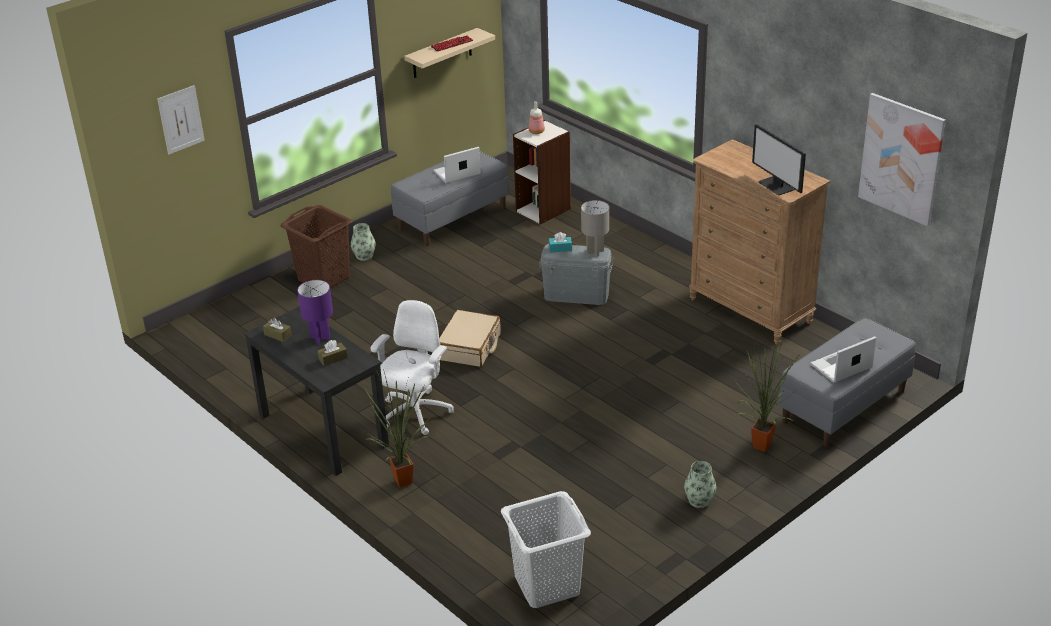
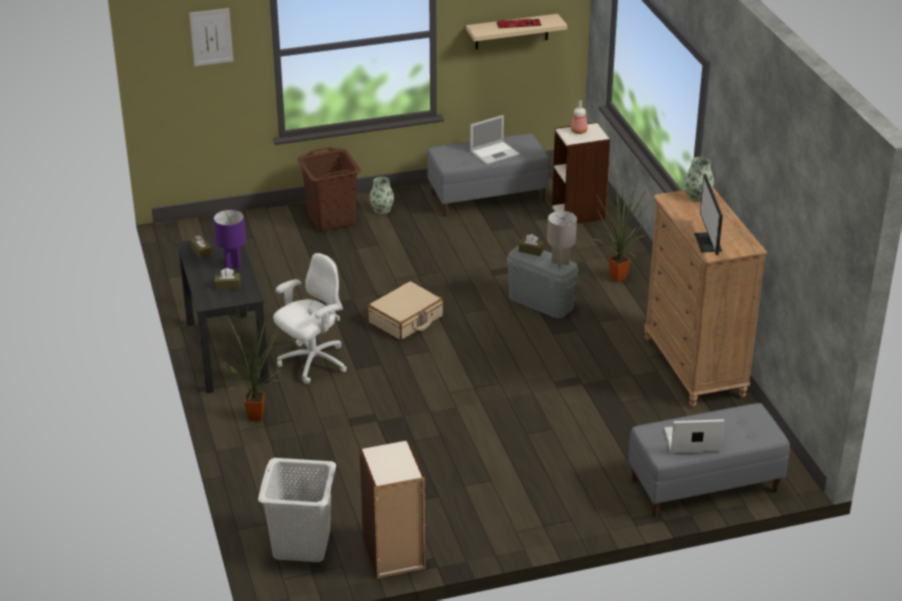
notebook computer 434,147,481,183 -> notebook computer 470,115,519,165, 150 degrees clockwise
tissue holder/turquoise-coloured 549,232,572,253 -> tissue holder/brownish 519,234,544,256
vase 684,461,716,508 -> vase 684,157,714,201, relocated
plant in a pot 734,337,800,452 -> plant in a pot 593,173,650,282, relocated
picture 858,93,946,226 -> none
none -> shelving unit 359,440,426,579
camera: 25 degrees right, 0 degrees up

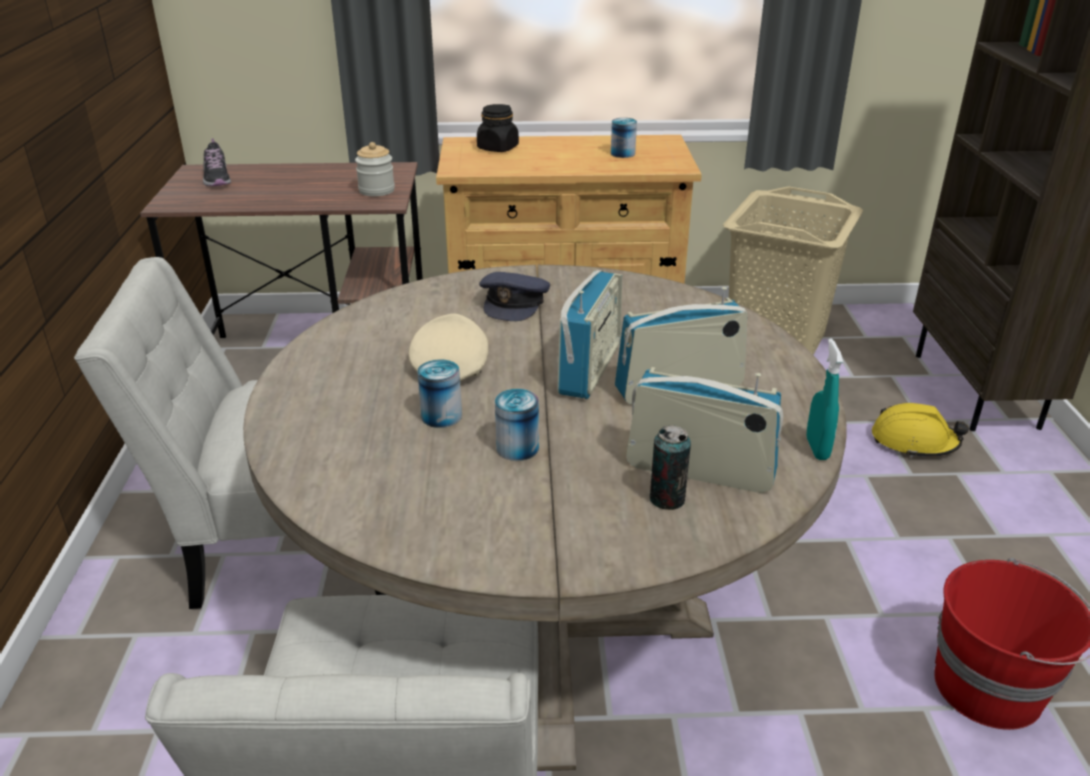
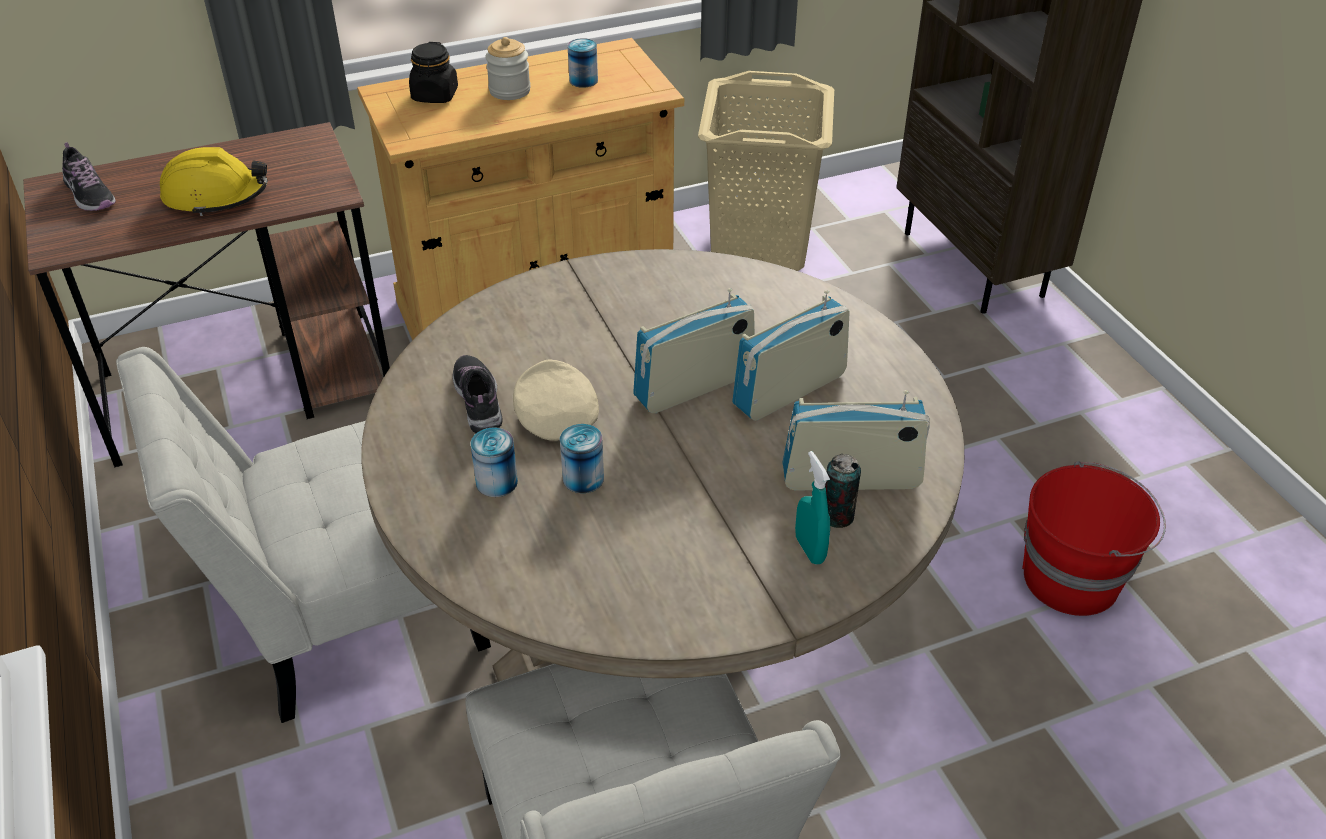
jar 355,142,395,196 -> jar 485,37,531,100, relocated
baseball cap/greyish 479,272,550,321 -> none
sealed can 495,389,539,461 -> sealed can 471,427,518,497, relocated
radio set 557,270,622,399 -> radio set 633,288,755,413, 120 degrees counterclockwise
sprayer/turquoise-coloured 806,338,843,460 -> sprayer/turquoise-coloured 795,451,830,564, relocated
safety helmet/yellowish 872,403,969,458 -> safety helmet/yellowish 160,147,268,216, relocated
none -> low shoe 453,355,502,433
camera: 20 degrees left, 10 degrees up

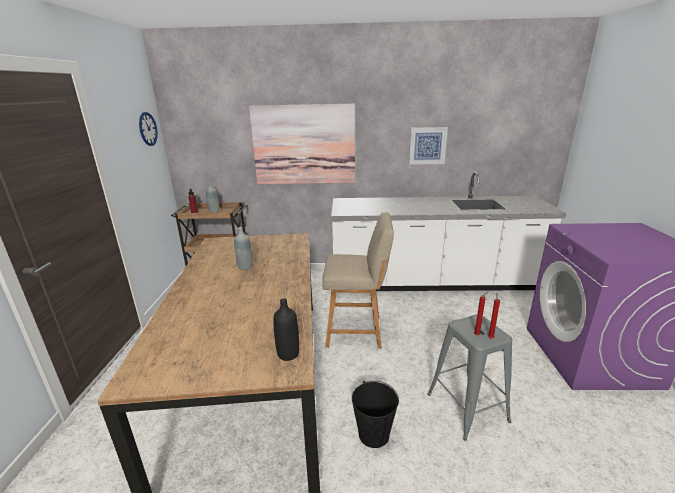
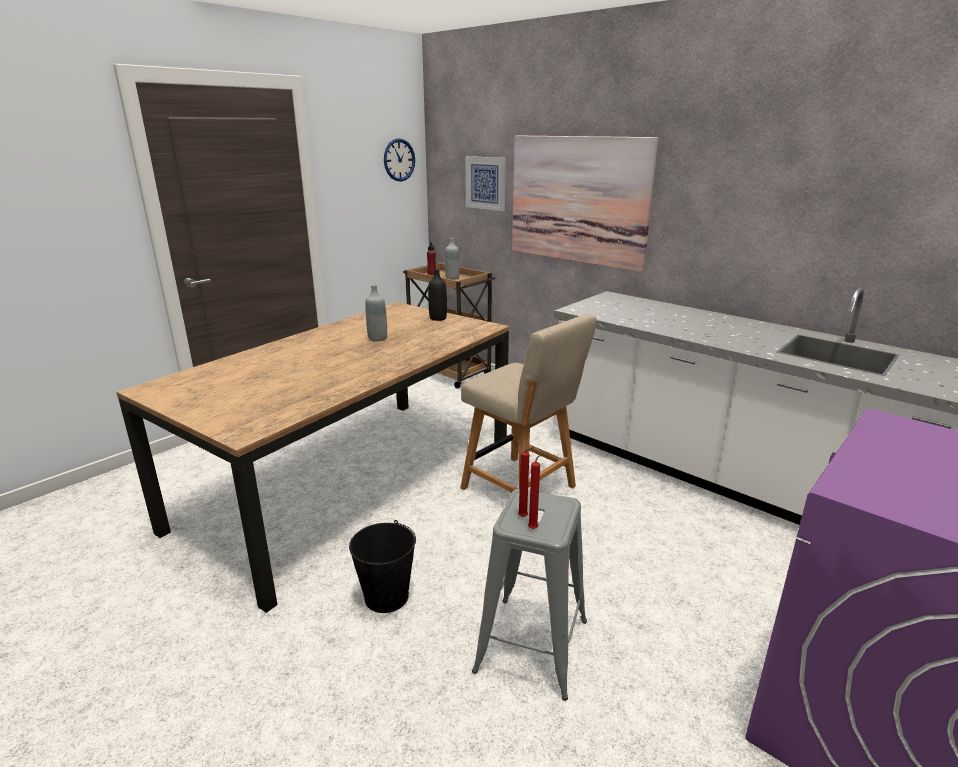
drink bottle/black-coloured 273,298,299,361 -> drink bottle/black-coloured 428,269,447,321, relocated
picture 409,127,448,165 -> picture 465,156,506,211, relocated
camera: 40 degrees right, 0 degrees up

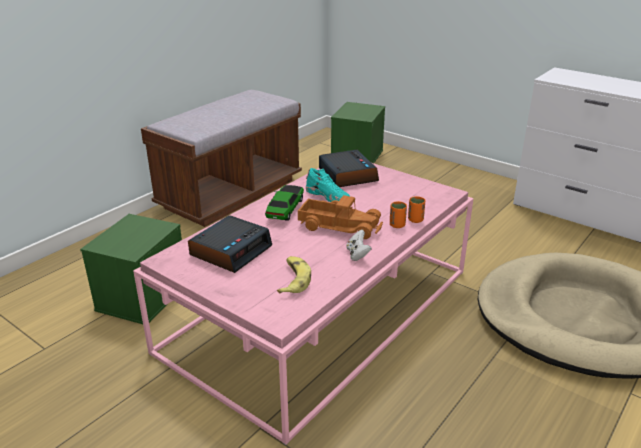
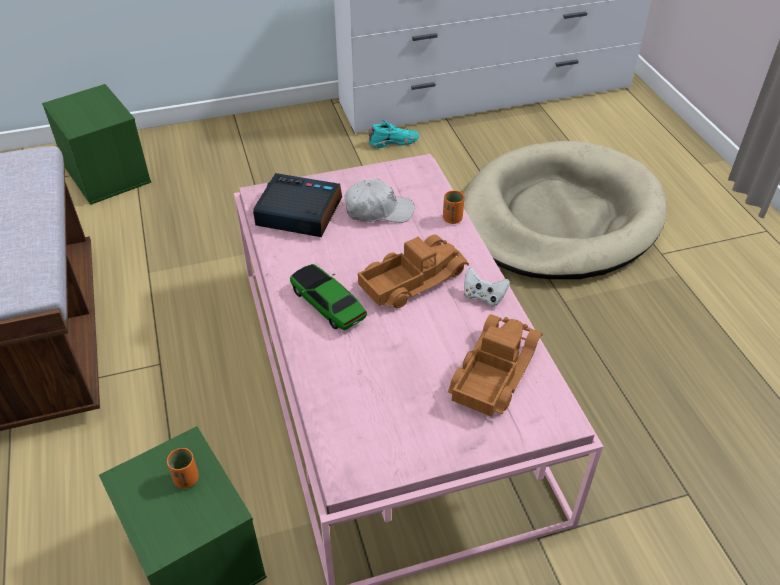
bedside clock 188,215,272,273 -> none
banana fruit 277,256,311,293 -> toy lorry 448,314,543,417
low shoe/turquoise-coloured 306,168,350,202 -> low shoe/turquoise-coloured 369,120,419,149, relocated
cup/orangey 390,201,407,228 -> cup/orangey 167,448,199,488, relocated
none -> baseball cap/white-coloured 344,178,414,223
camera: 55 degrees left, 15 degrees up

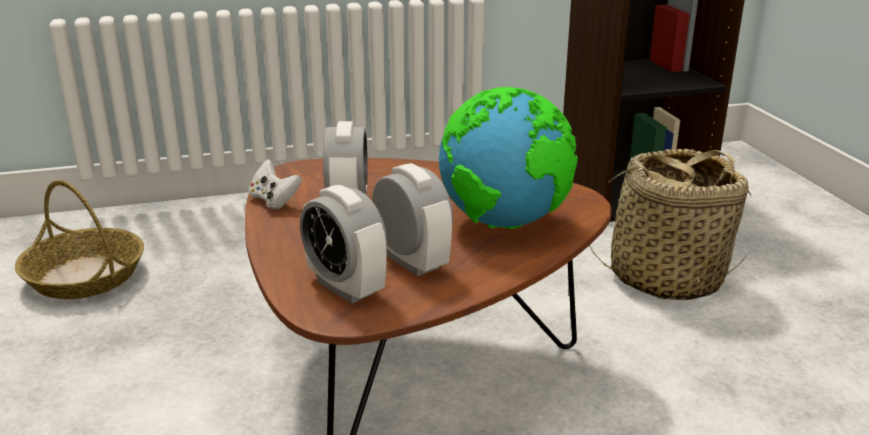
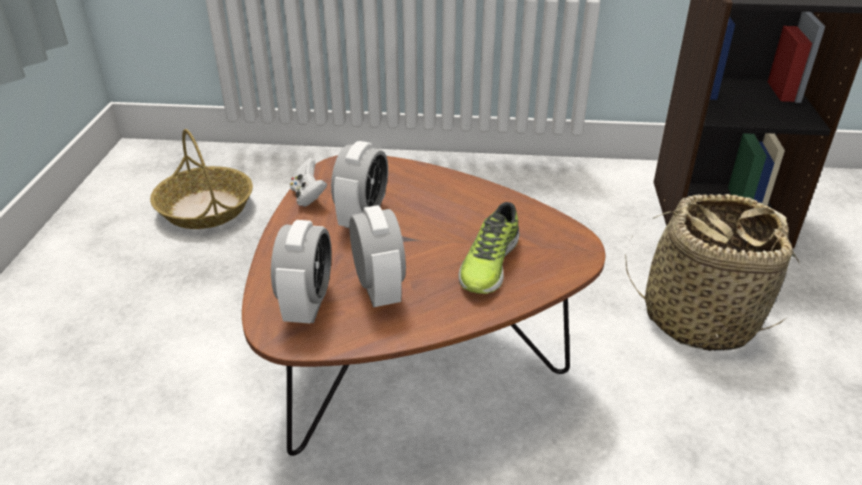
bedside clock 300,185,387,303 -> bedside clock 271,220,331,323, 150 degrees counterclockwise
desk globe 439,87,578,229 -> low shoe 459,202,520,294
camera: 20 degrees right, 10 degrees up

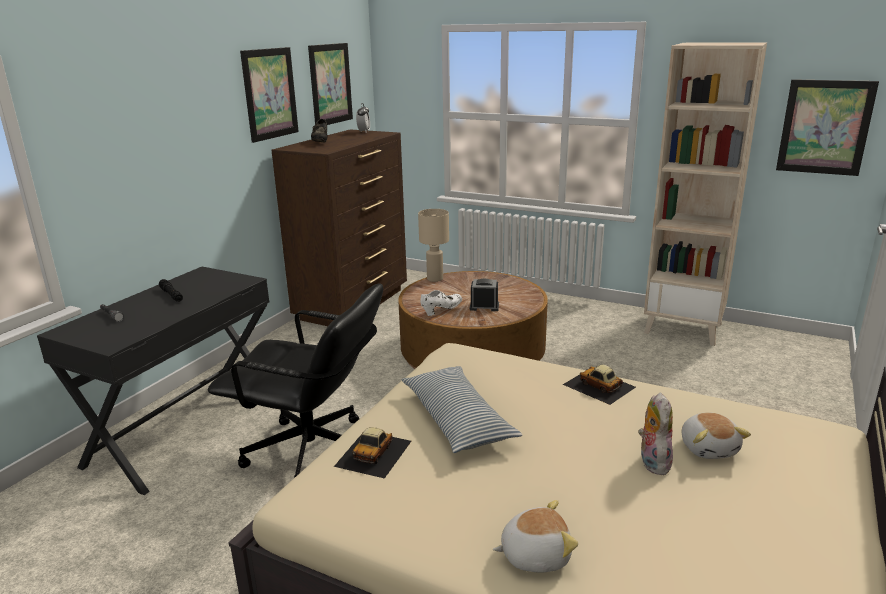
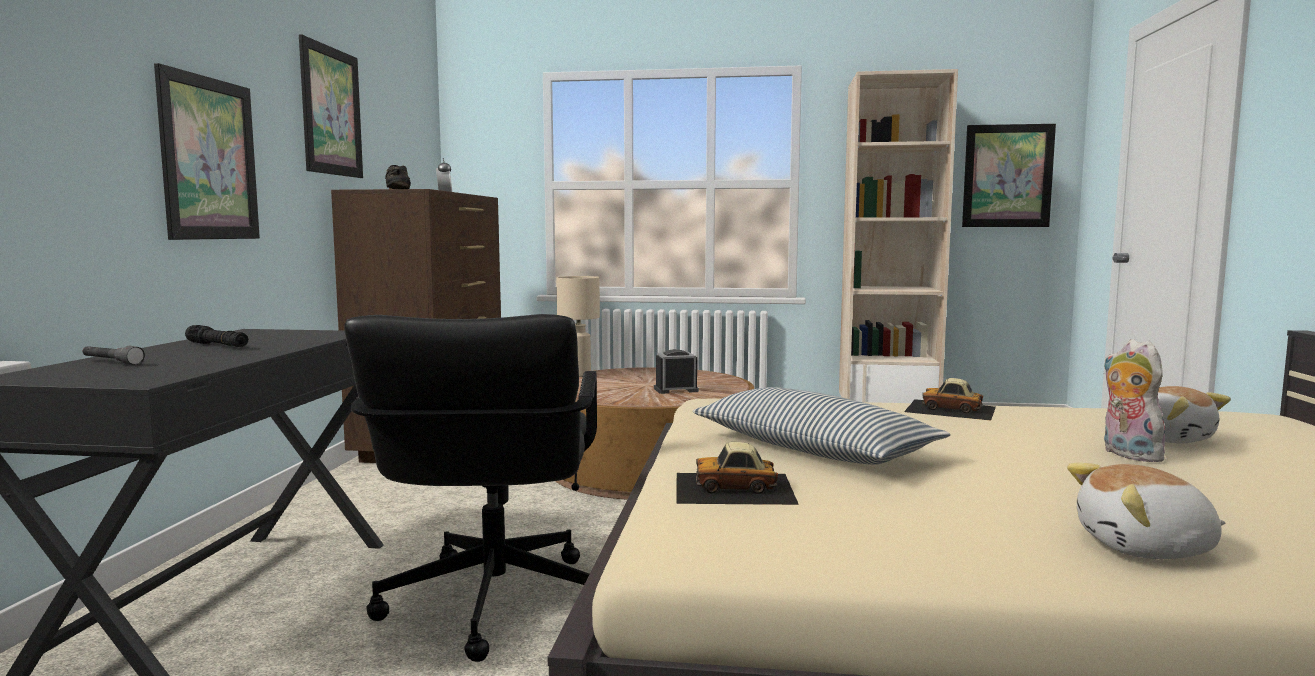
computer chair/black-coloured 208,283,383,478 -> computer chair/black-coloured 344,314,597,662, 90 degrees clockwise
picture 308,43,353,125 -> picture 154,63,260,240, relocated
model car 334,427,411,479 -> model car 676,442,799,505, 90 degrees clockwise
low shoe/white-coloured 420,290,462,316 -> none
soft toy 493,500,578,573 -> soft toy 1067,463,1226,559, 150 degrees counterclockwise
camera: 20 degrees left, 15 degrees down

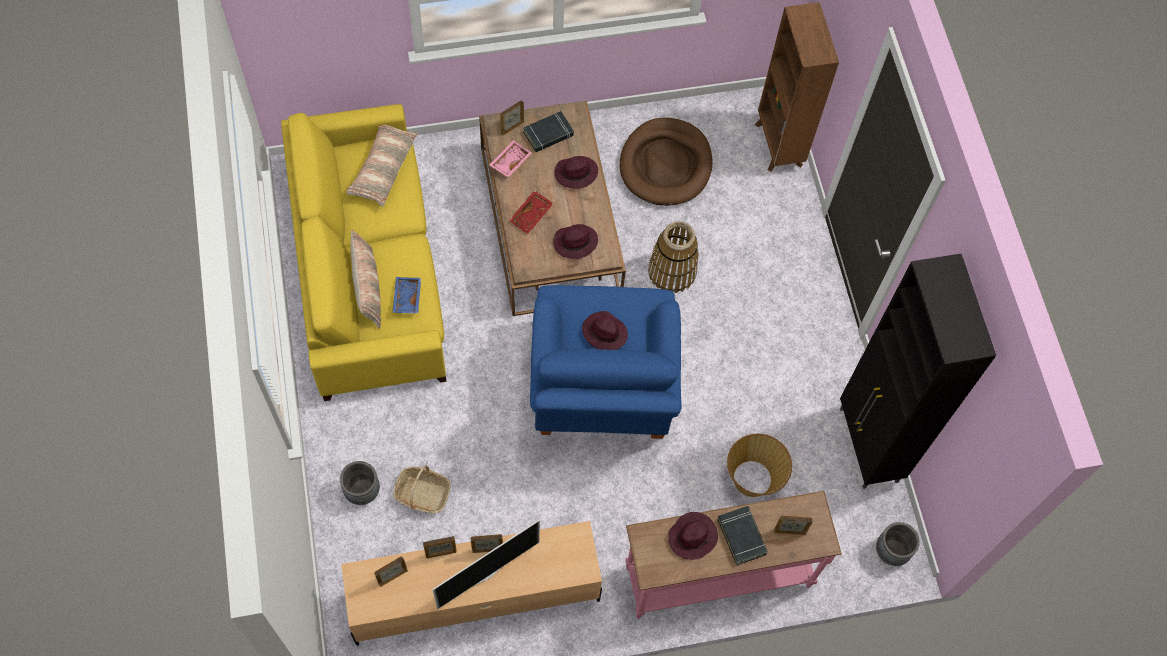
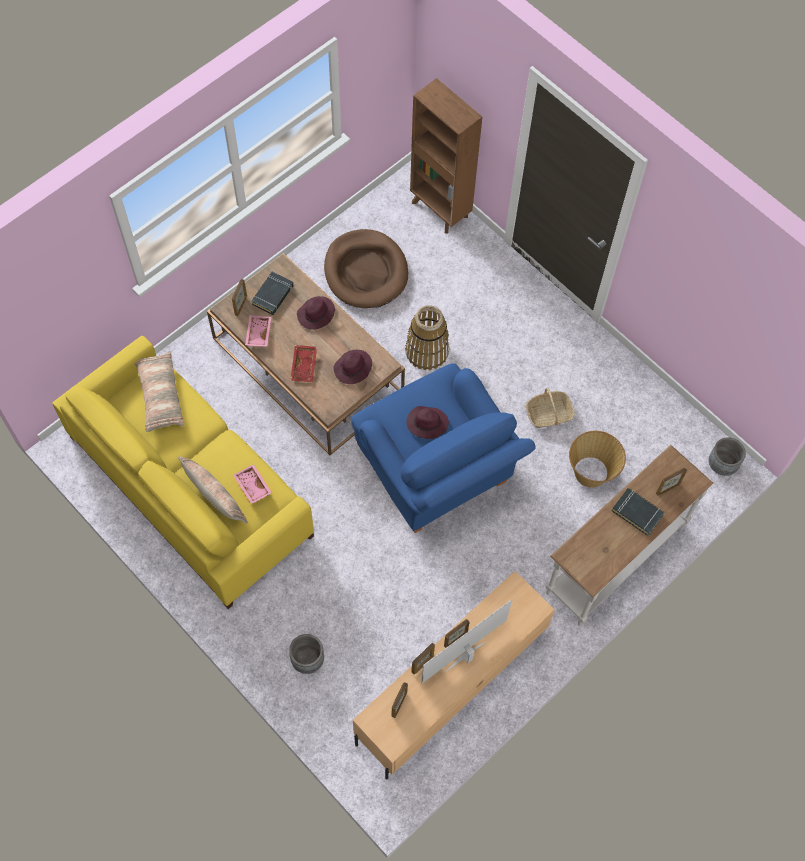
serving tray/bluish 392,277,421,314 -> serving tray/pink 233,464,272,504
household basket 393,466,450,513 -> household basket 526,388,575,428, relocated
TV 432,520,540,609 -> TV 421,599,512,683, 150 degrees counterclockwise
hall table/pink 625,491,842,619 -> hall table/white-coloured 546,445,713,626
hat/purplish 668,512,718,560 -> none
cabinet/black-coloured 840,254,996,489 -> none
camera: 30 degrees left, 0 degrees up

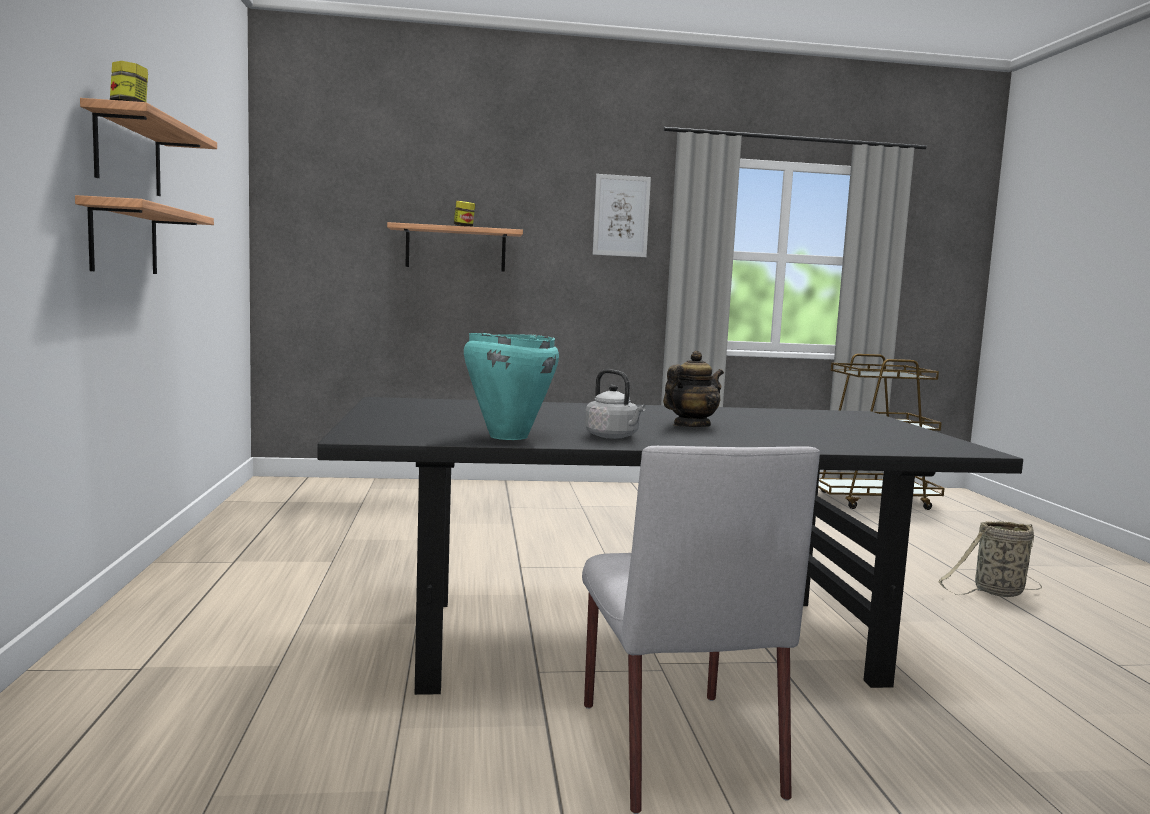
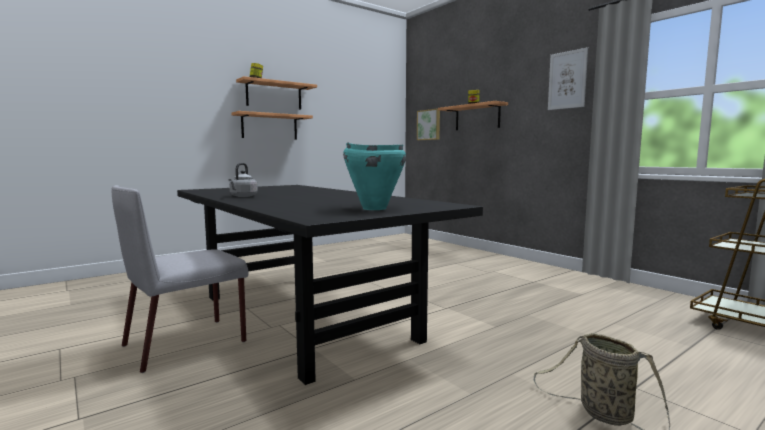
cooking pot/turquoise-coloured 464,333,559,440 -> cooking pot/turquoise-coloured 343,143,406,210, relocated
teapot 663,351,724,427 -> none
none -> picture 417,108,440,140
camera: 60 degrees right, 0 degrees up

